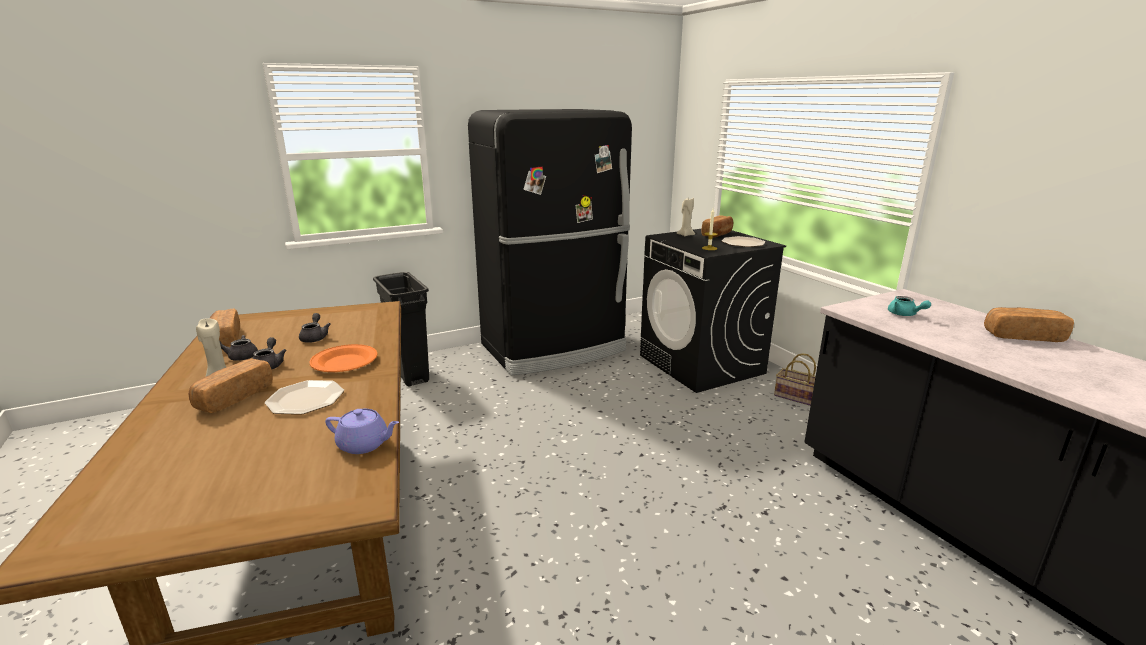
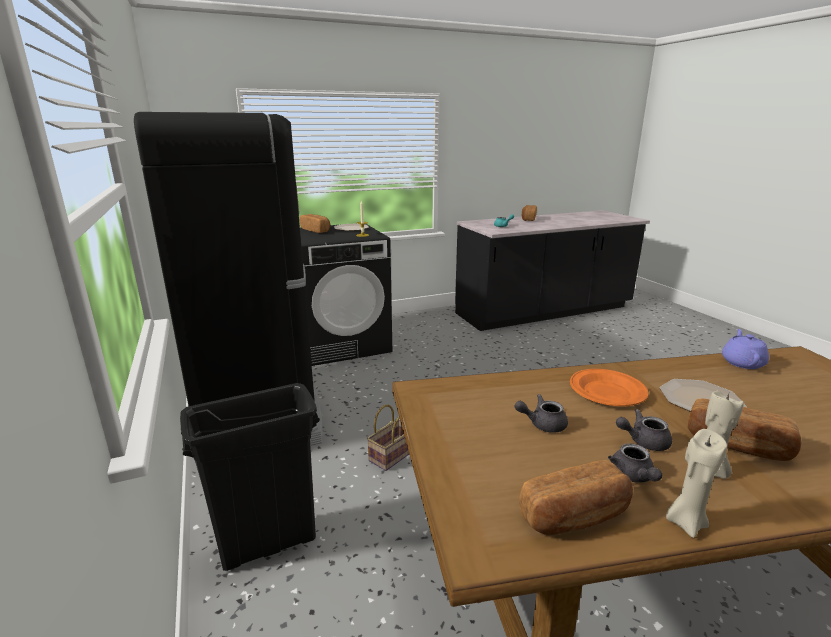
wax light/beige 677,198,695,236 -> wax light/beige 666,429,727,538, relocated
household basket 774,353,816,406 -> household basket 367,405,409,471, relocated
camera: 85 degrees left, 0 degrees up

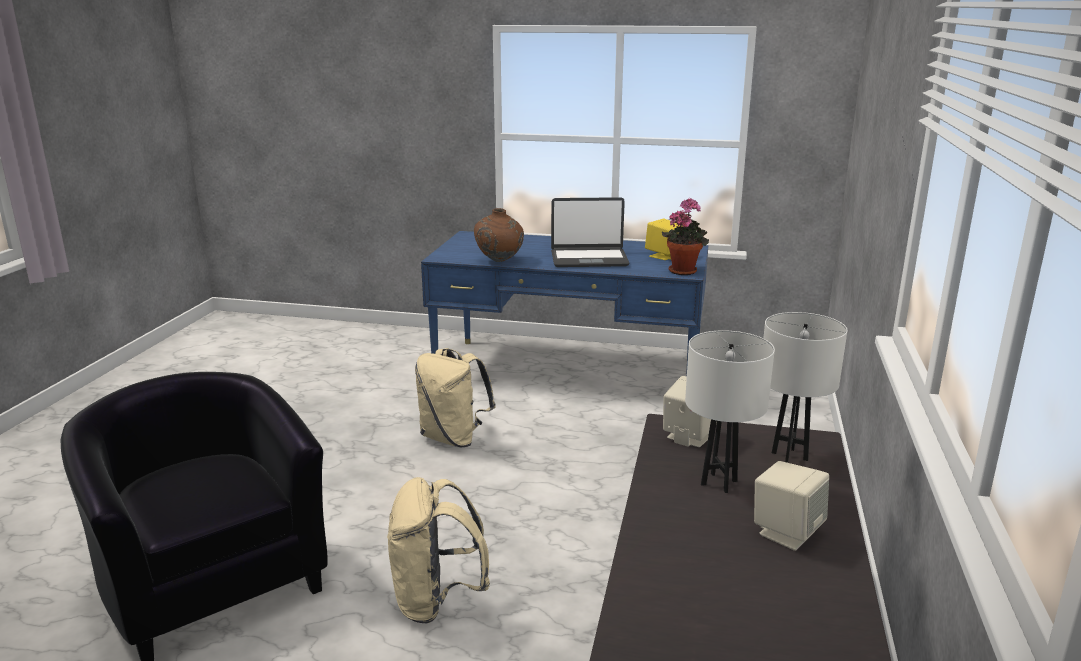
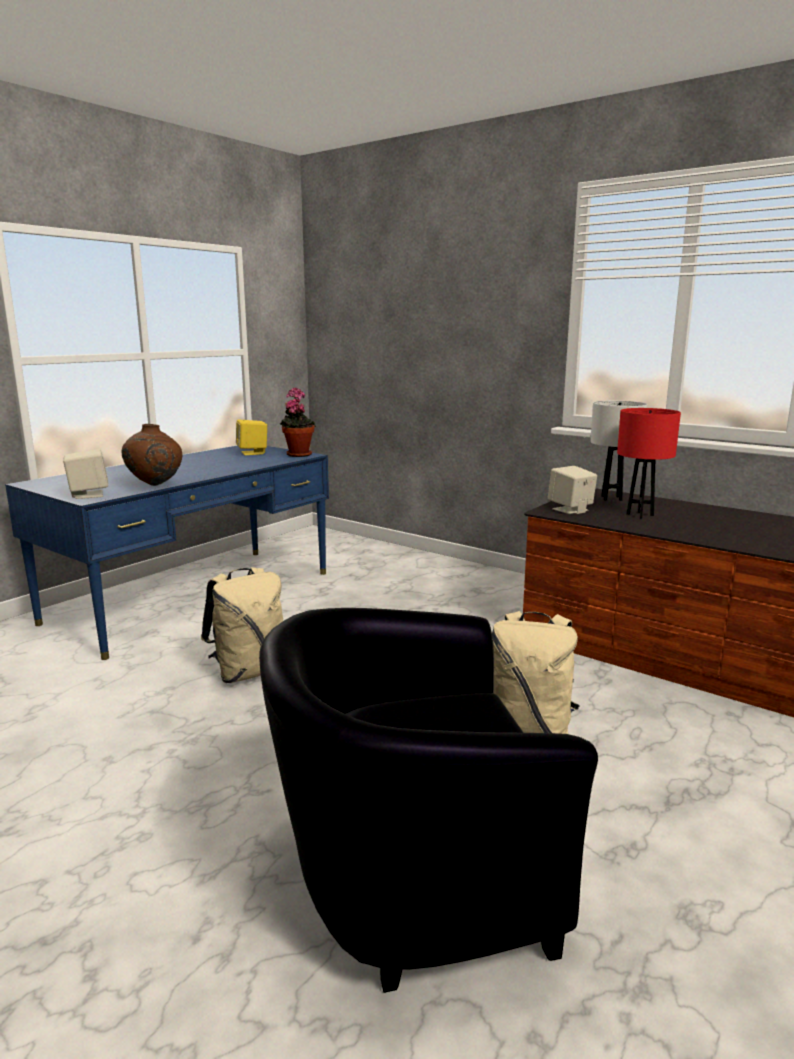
notebook computer 551,197,629,267 -> none
table lamp/white-coloured 685,330,775,493 -> table lamp/reddish 617,408,681,518
loudspeaker/beige 754,461,829,551 -> loudspeaker/beige 63,449,109,499, relocated
camera: 65 degrees left, 5 degrees down

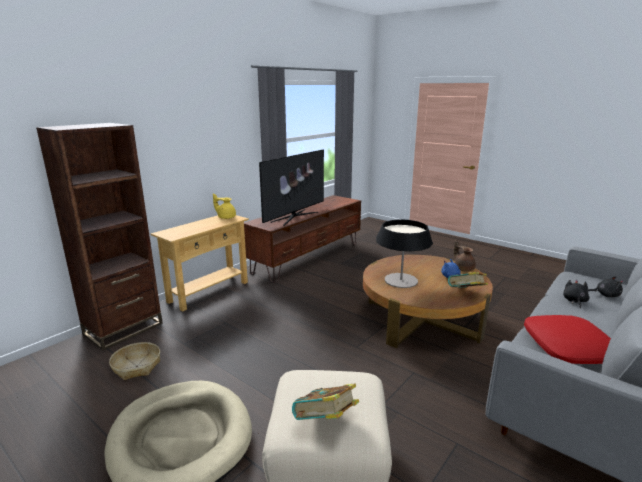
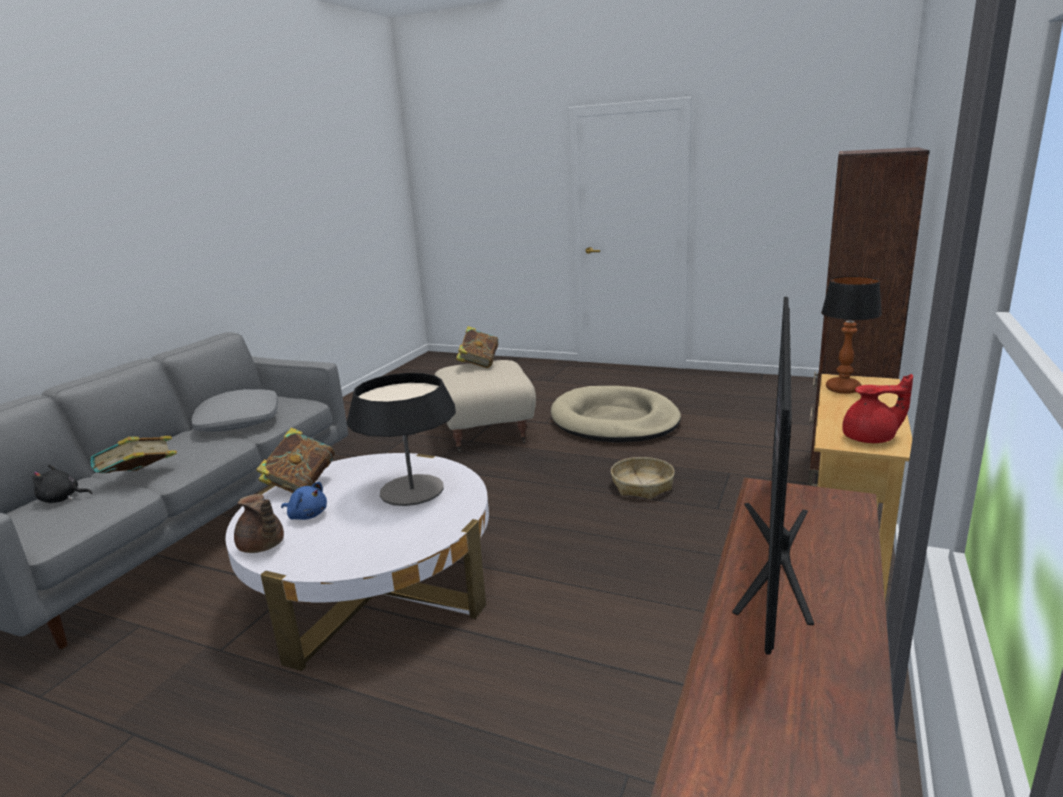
household basket 109,342,160,380 -> household basket 611,457,675,499, relocated
teapot/yellowish 213,194,236,219 -> teapot/reddish 842,374,913,443
coffee table/brownish 363,255,493,348 -> coffee table/white-coloured 225,453,489,671
cushion/reddish 524,315,611,364 -> cushion/greyish 191,389,278,432
soft toy/black-coloured 563,280,589,308 -> bound book 90,436,177,473
none -> table lamp 821,276,882,394
camera: 165 degrees right, 0 degrees up

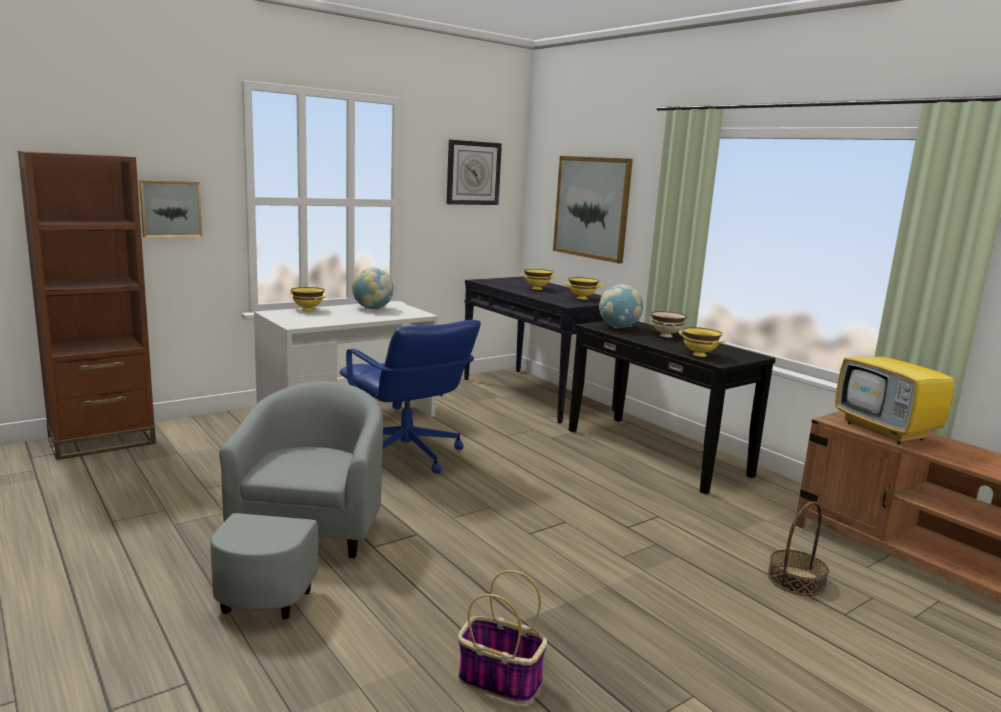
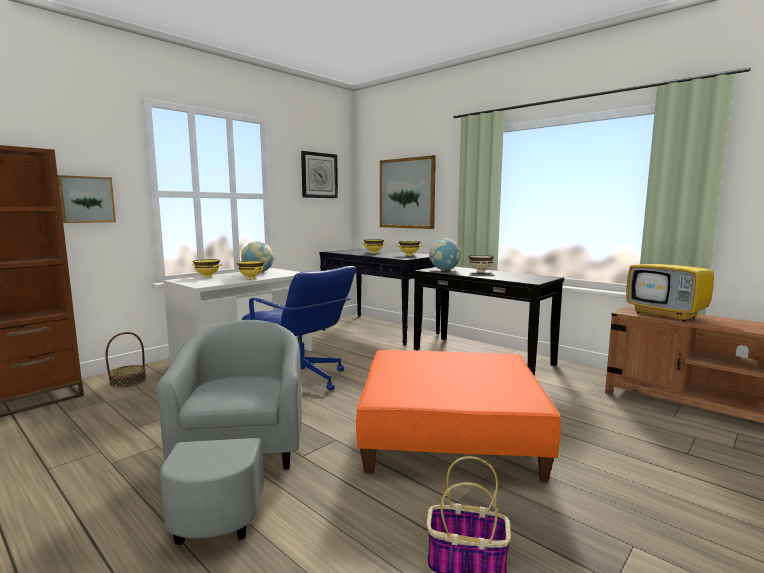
bowl/yellowish 679,327,726,357 -> bowl/yellowish 237,261,264,279, relocated
household basket 768,501,829,596 -> household basket 105,332,146,388, relocated
none -> pouffe/orangey 356,350,561,483
camera: 10 degrees left, 5 degrees down

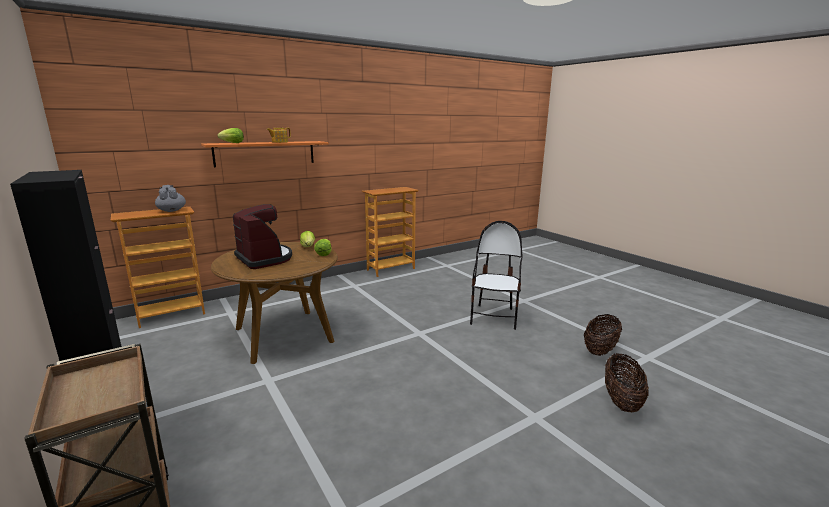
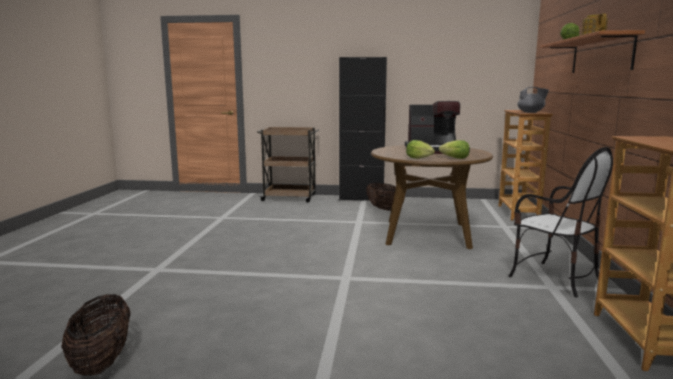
chair 470,221,522,330 -> chair 509,147,613,297, relocated
household basket 605,353,649,412 -> household basket 366,183,405,211, relocated
camera: 130 degrees right, 5 degrees down

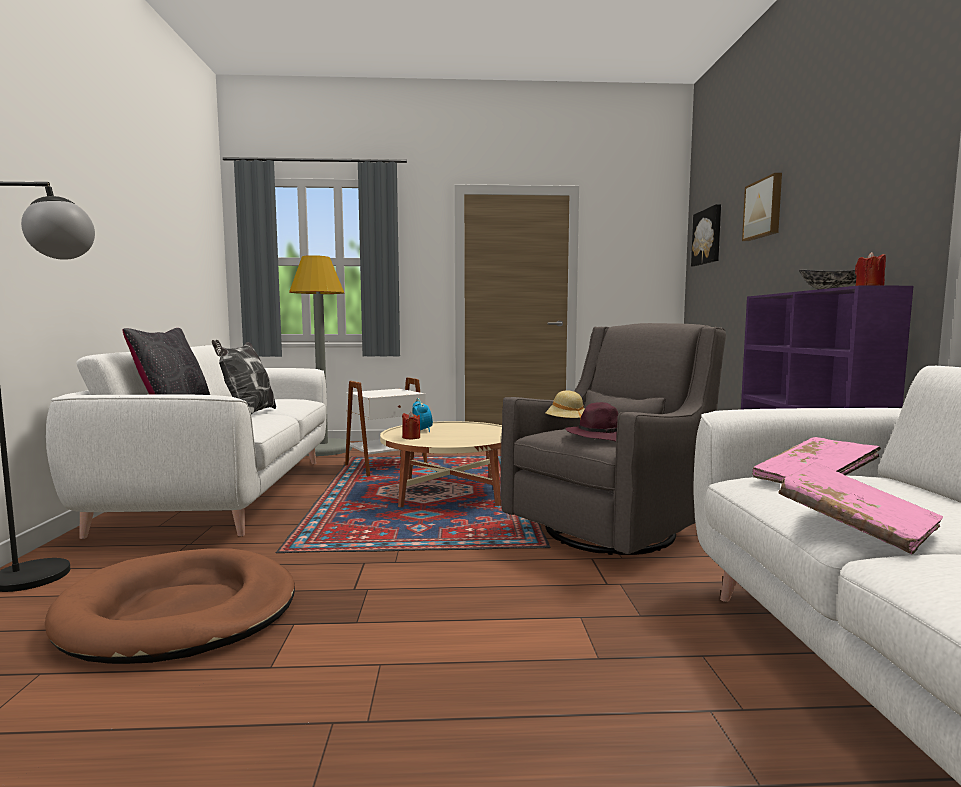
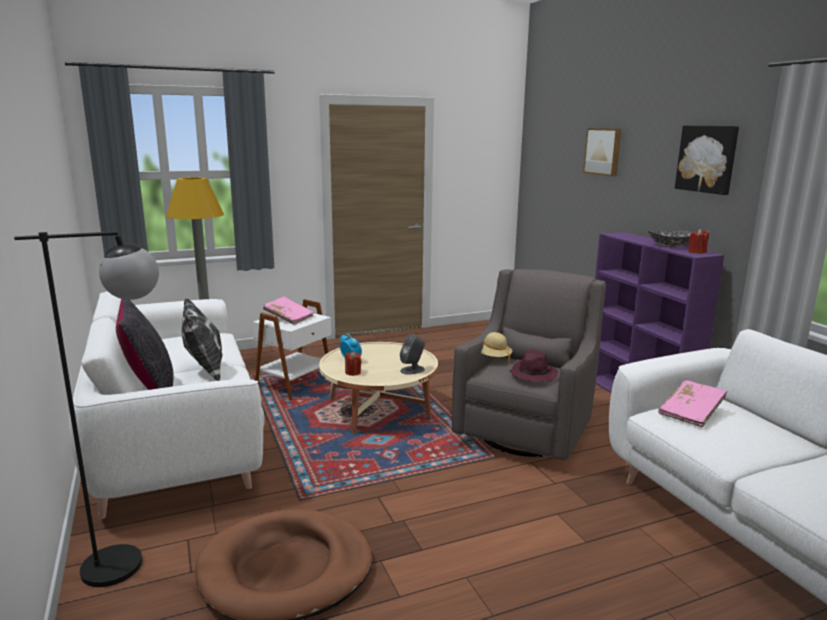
picture 691,204,721,266 -> picture 675,126,739,195, relocated
bound book/pink 778,462,943,554 -> bound book/pink 263,296,314,325, relocated
none -> loudspeaker/greyish 400,334,425,375
camera: 20 degrees left, 10 degrees up

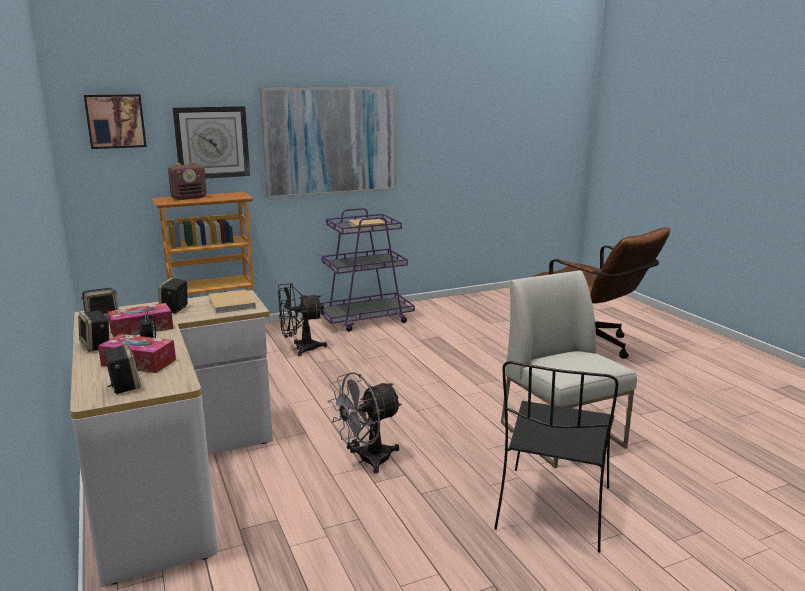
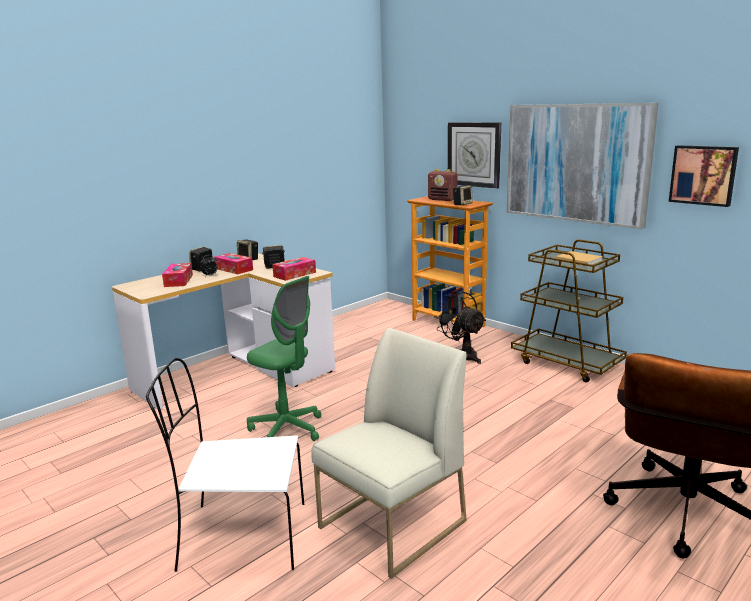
picture 84,94,147,149 -> picture 669,145,739,207, relocated
loudspeaker 103,344,141,394 -> loudspeaker 453,185,473,205, relocated
bound book/beige 208,290,256,313 -> tissue holder 272,257,316,281
trolley/purplish 320,208,415,332 -> trolley/brownish 511,239,627,383
fan/greyish 328,372,402,474 -> computer chair/green-coloured 247,276,321,441
chair/black-coloured 494,361,619,553 -> chair/white-coloured 146,358,304,572
camera: 70 degrees right, 0 degrees up

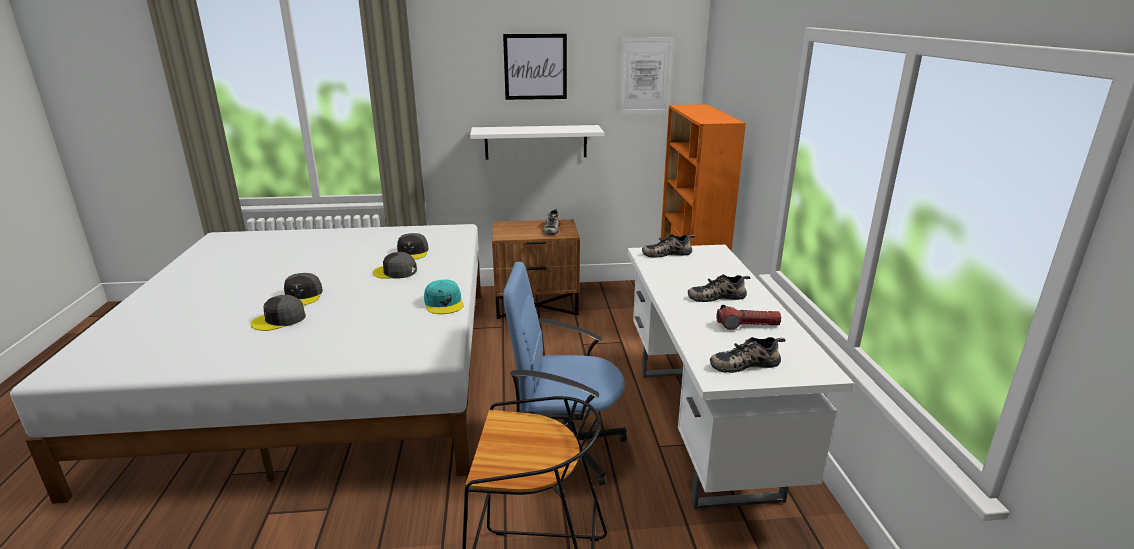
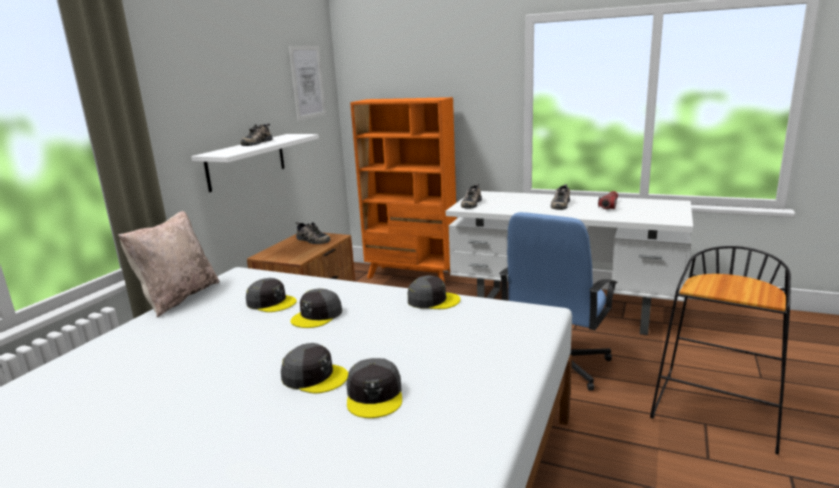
baseball cap/turquoise-coloured 424,280,463,314 -> baseball cap/greyish 408,276,461,309
picture 503,34,567,100 -> none
low shoe 710,337,786,373 -> low shoe 241,124,273,146, relocated
none -> cushion/beige 118,211,219,317
camera: 60 degrees left, 5 degrees down

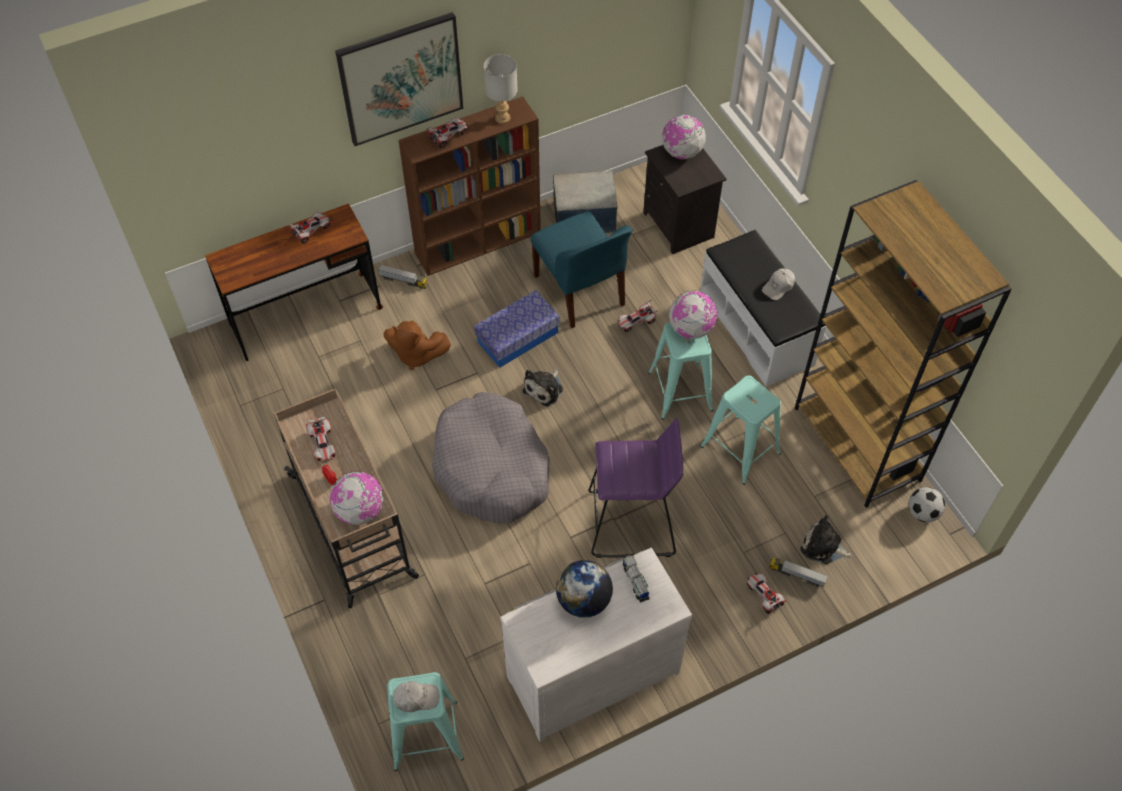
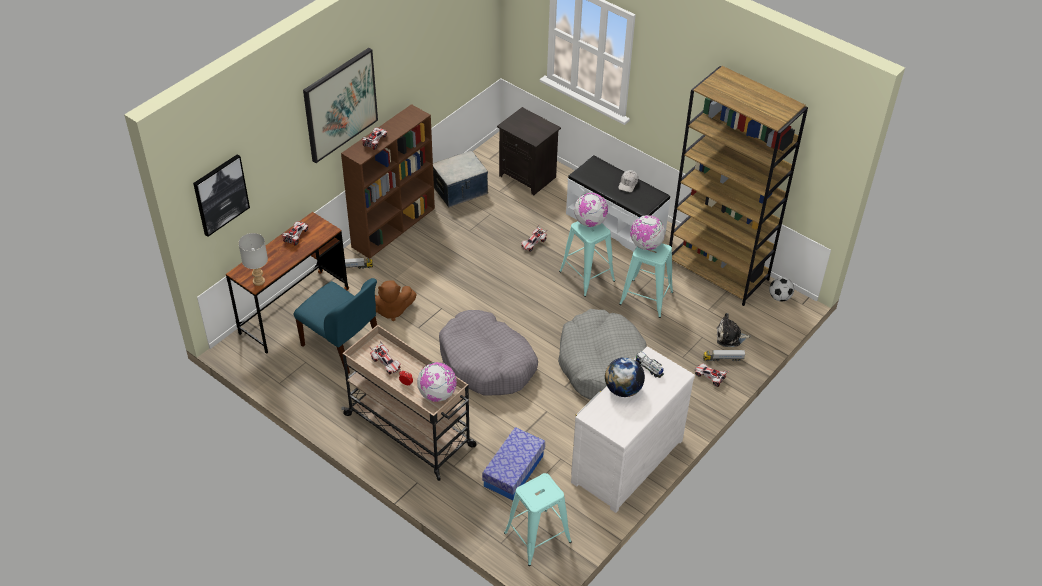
baseball cap/white-coloured 393,681,439,713 -> none
storage container 474,290,560,368 -> storage container 482,427,545,500, relocated
table lamp/greyish 484,54,518,124 -> table lamp/greyish 238,233,268,286, relocated
soft toy 523,369,563,406 -> none
chair/bluish 530,212,632,328 -> chair/bluish 294,278,377,374, relocated
stool seat/purplish 588,418,683,558 -> dog bed/greyish 558,309,647,400
desk globe 662,115,706,159 -> desk globe 630,215,665,250, relocated
none -> picture 193,154,250,237
camera: 25 degrees left, 10 degrees down

